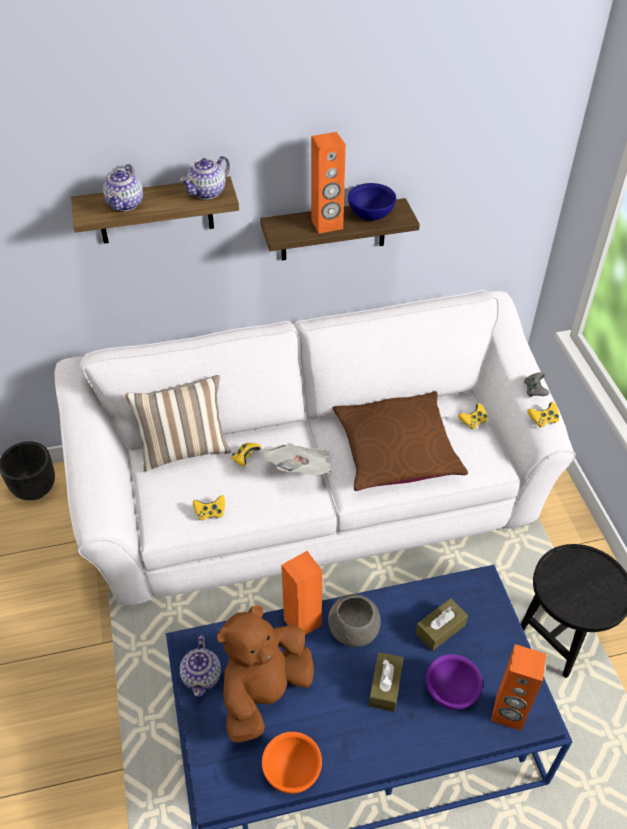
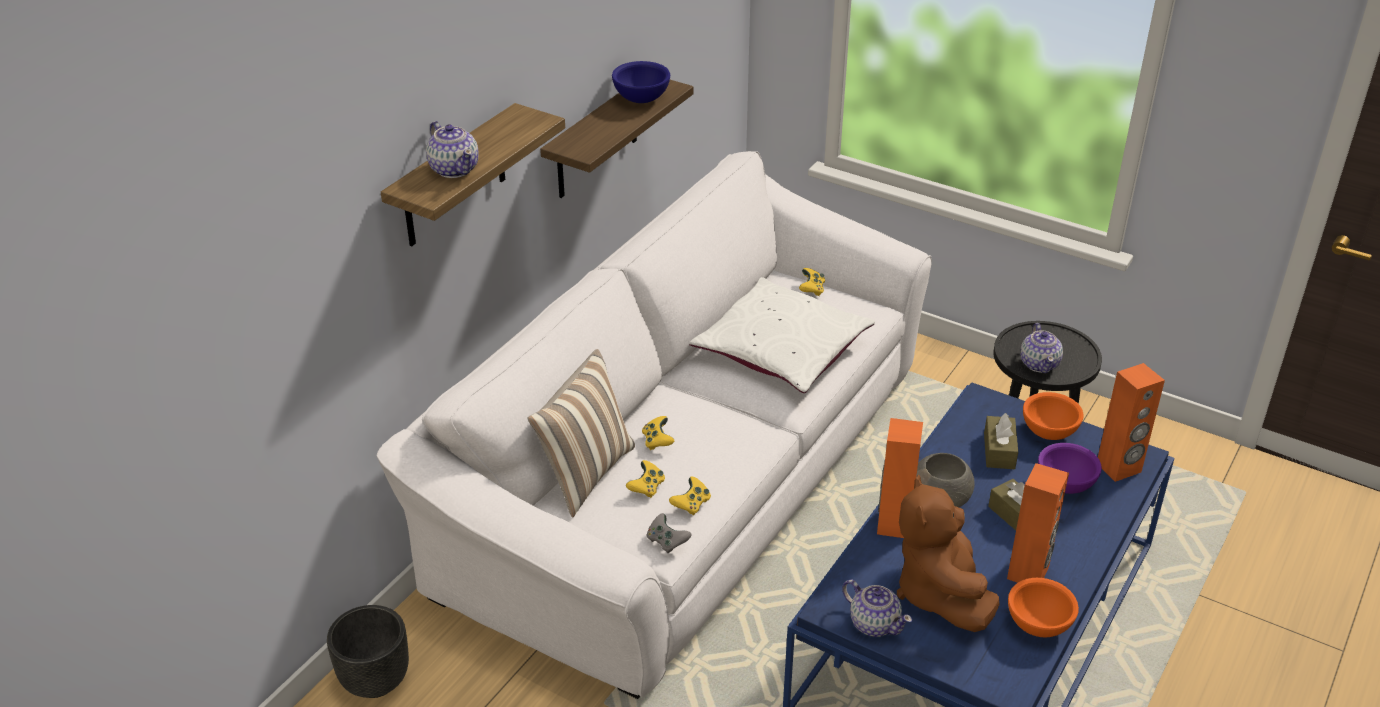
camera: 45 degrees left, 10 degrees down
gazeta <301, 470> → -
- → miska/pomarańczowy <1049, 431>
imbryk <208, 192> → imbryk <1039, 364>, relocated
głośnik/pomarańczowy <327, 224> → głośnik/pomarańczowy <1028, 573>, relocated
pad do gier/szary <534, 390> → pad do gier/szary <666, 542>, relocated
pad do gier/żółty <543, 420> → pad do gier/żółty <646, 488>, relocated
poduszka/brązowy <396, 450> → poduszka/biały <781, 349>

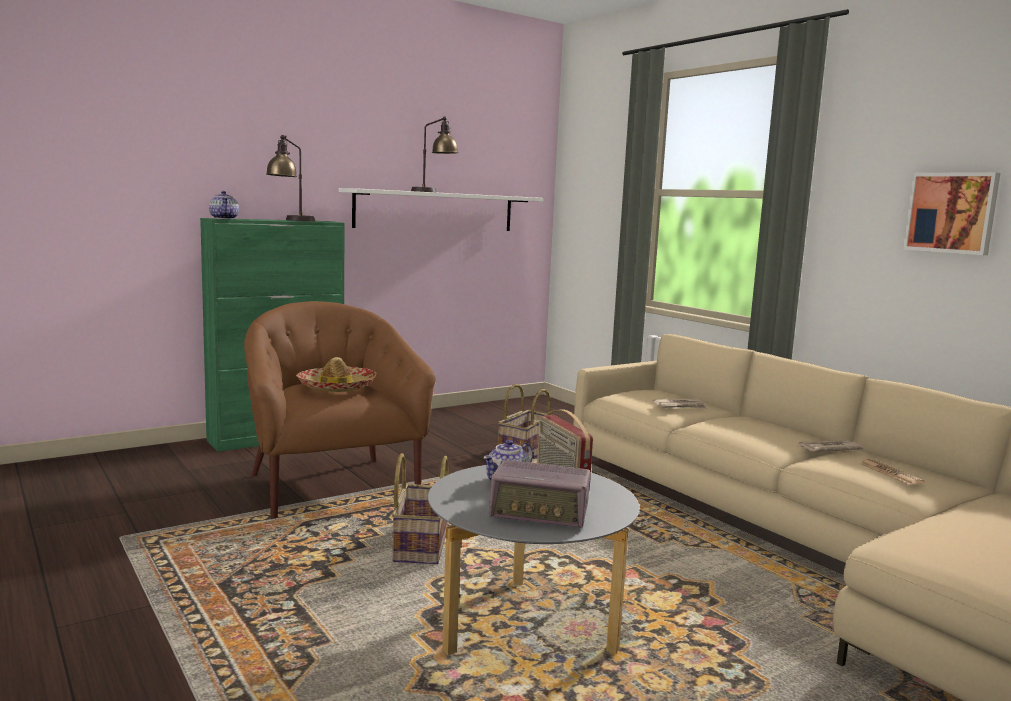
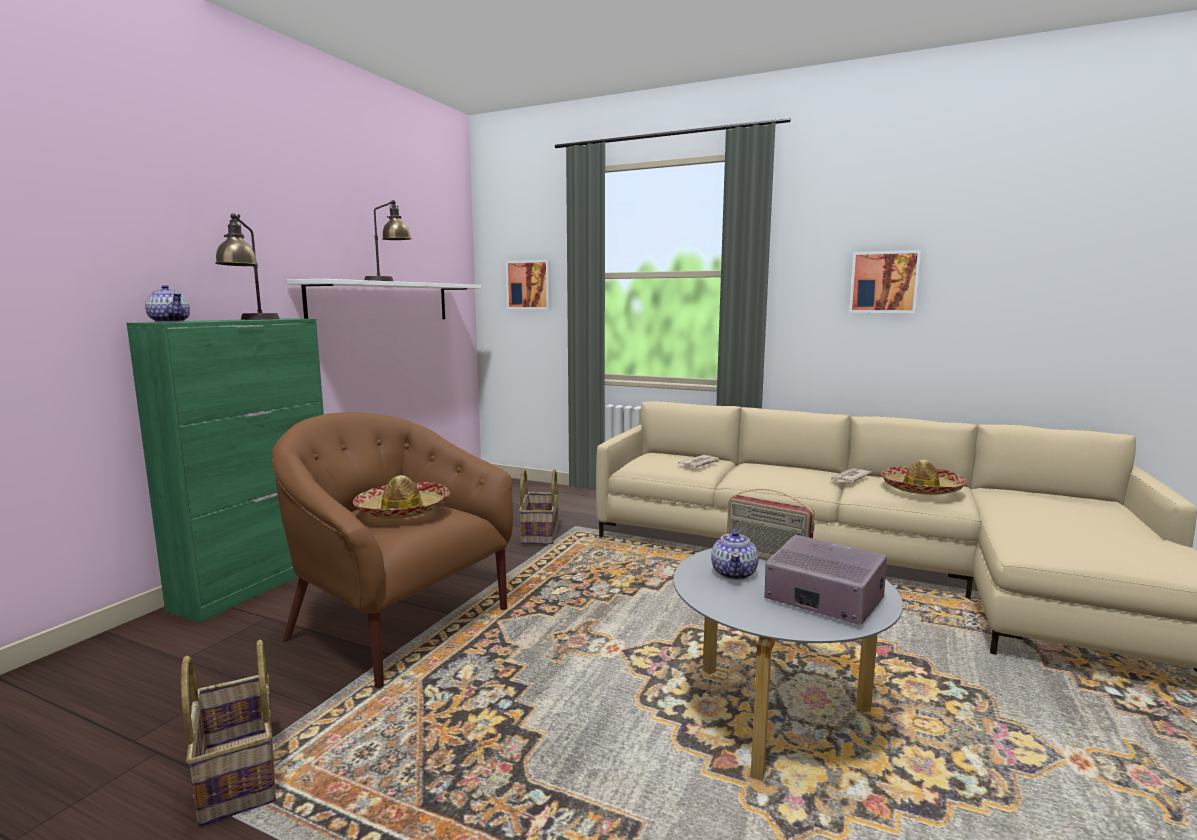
camera: 30 degrees left, 0 degrees up
- → obraz <529, 285>
koszyk <419, 546> → koszyk <236, 775>, relocated
gazeta <890, 473> → kapelusz <921, 489>
radio <540, 513> → radio <822, 599>, 120 degrees counterclockwise

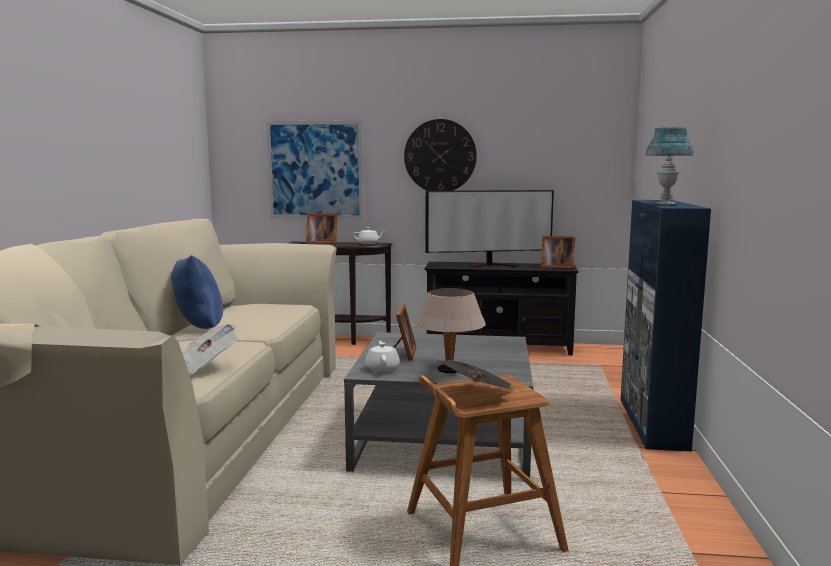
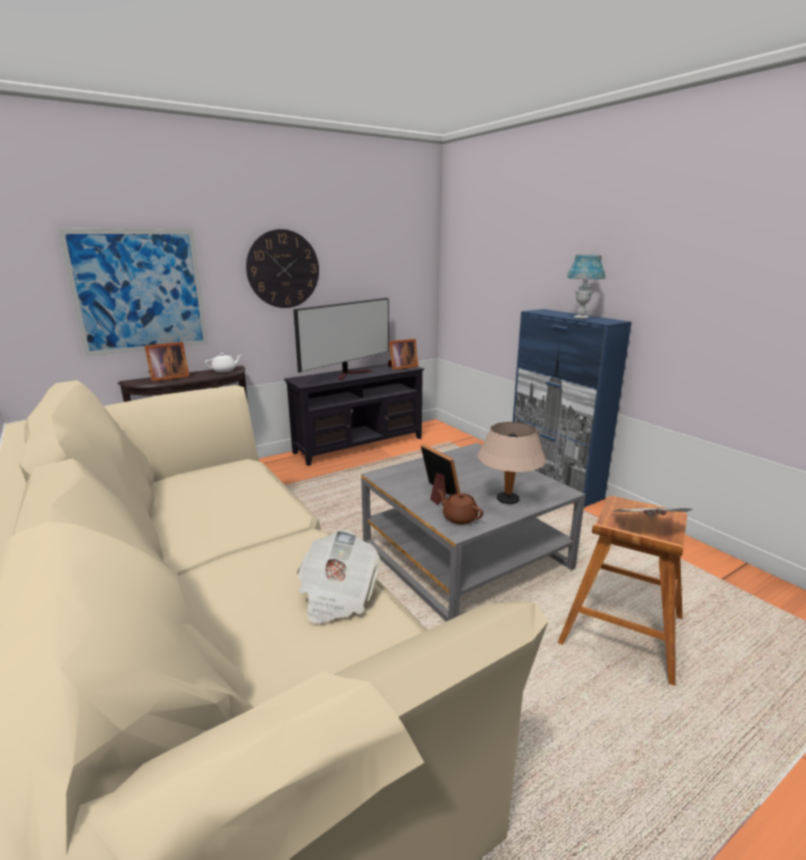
camera: 40 degrees left, 10 degrees up
poduszka/niebieski <197, 330> → -
imbryk/biały <382, 369> → imbryk/brązowy <459, 518>

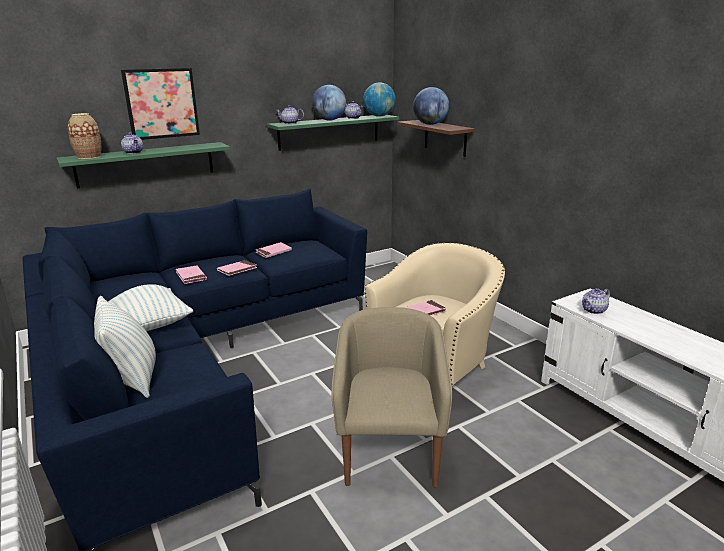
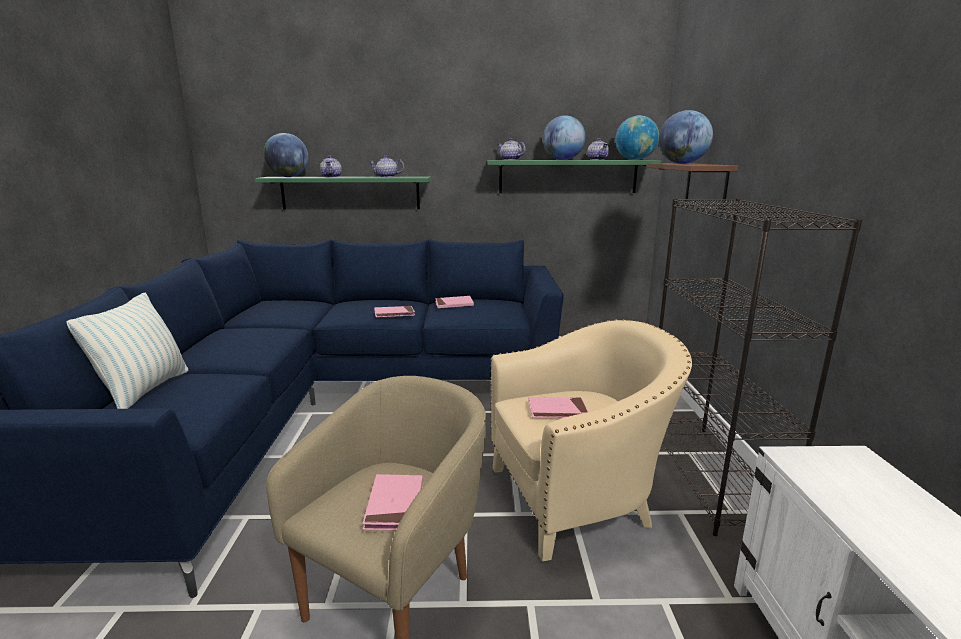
camera: 30 degrees right, 5 degrees down
poduszka <149, 327> → -
obraz <161, 103> → -
- → regał/czarny <709, 475>
książka/różowy <191, 276> → książka/różowy <394, 505>, relocated
imbryk <594, 310> → imbryk <386, 177>, relocated
wazon <89, 157> → globus <288, 177>

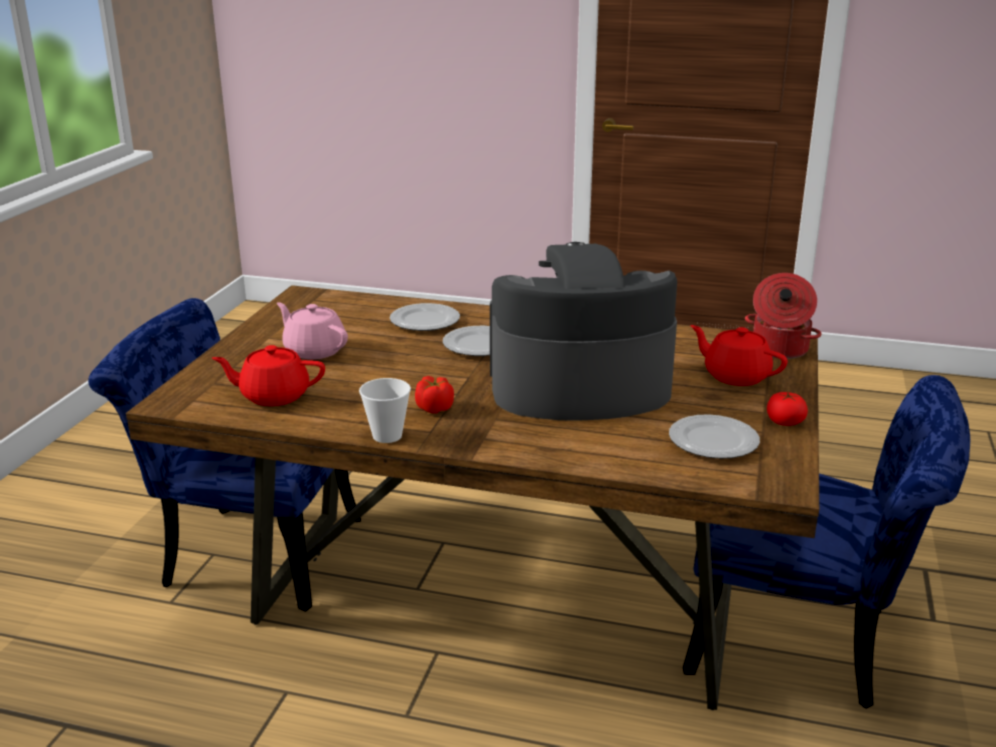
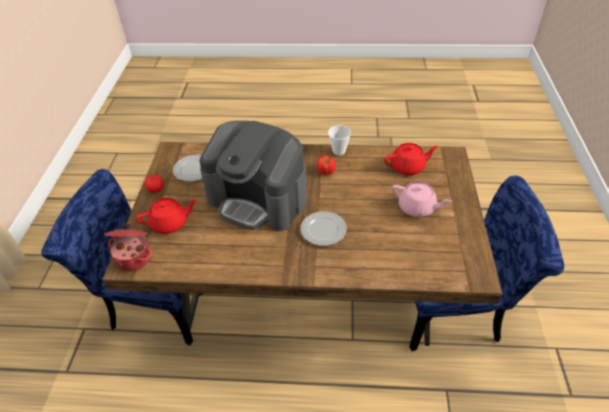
camera: 170 degrees right, 20 degrees up
talerz <425, 321> → -
ekspres do kawy <578, 386> → ekspres do kawy <258, 199>, 45 degrees clockwise
imbryk/czerwony <735, 376> → imbryk/czerwony <170, 223>, 45 degrees counterclockwise

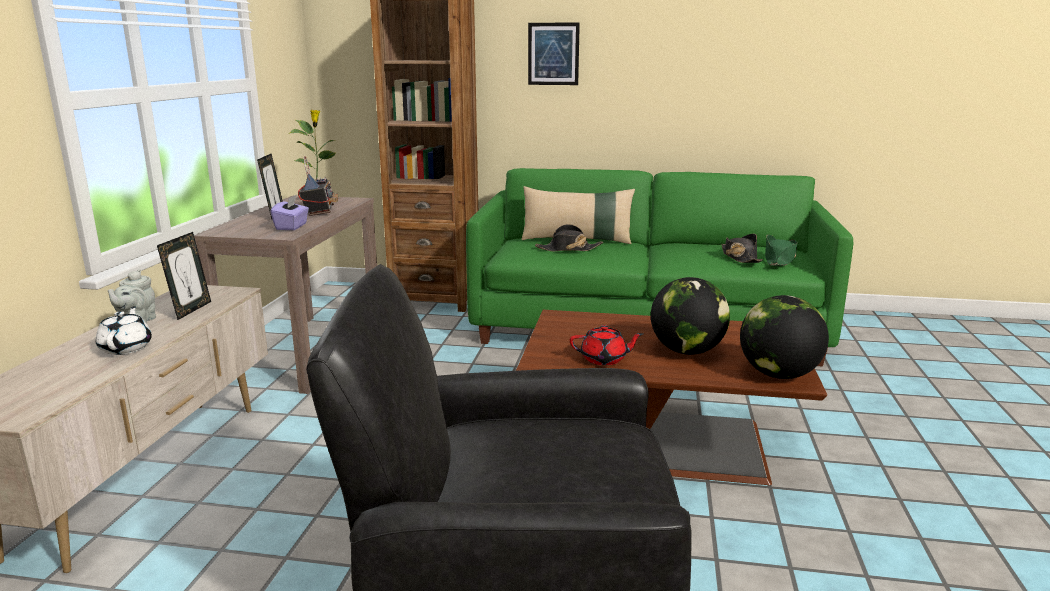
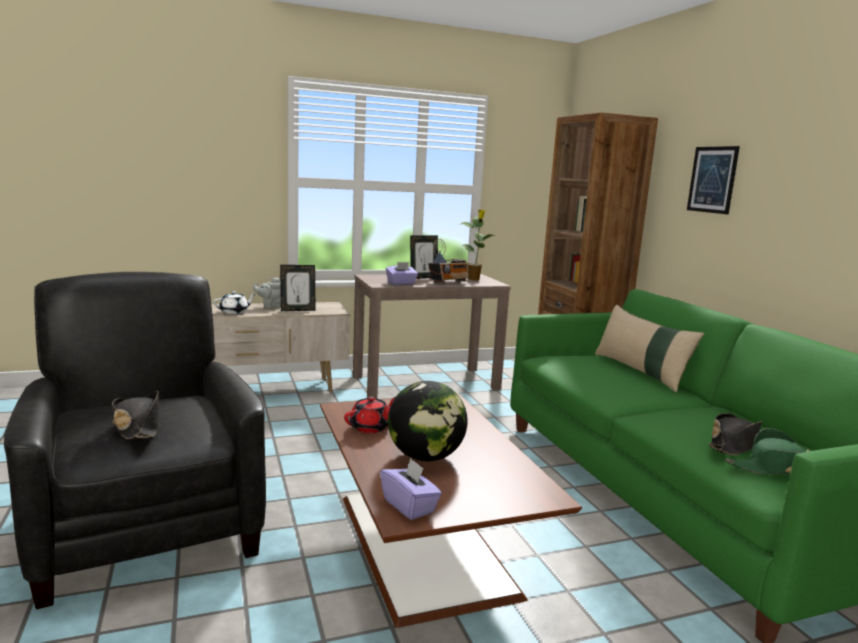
camera: 60 degrees right, 5 degrees down
kapelusz/czarny <568, 249> → kapelusz/czarny <137, 427>, relocated
globus <778, 375> → pudełko chusteczek/fioletowy <409, 506>
imbryk/czerwony <604, 359> → imbryk/czerwony <371, 427>, 105 degrees counterclockwise

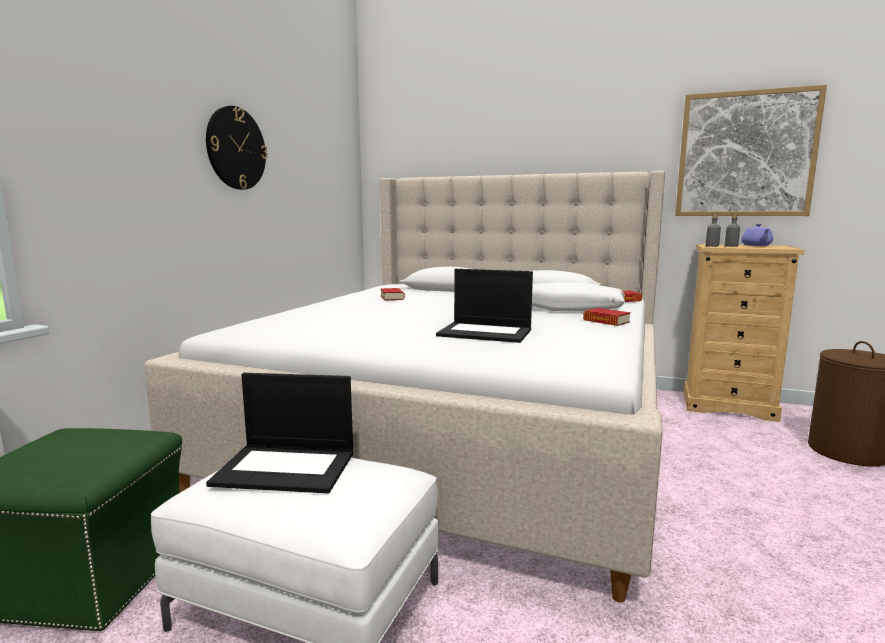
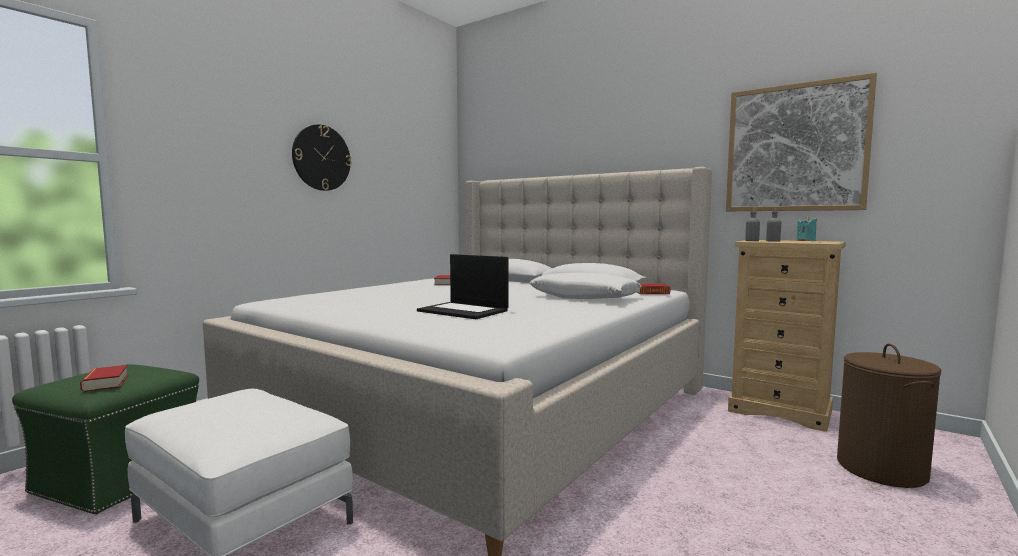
camera: 15 degrees right, 5 degrees down
laptop <287, 468> → -
książka <606, 321> → książka <105, 383>, relocated
imbryk/fioletowy <756, 245> → świeca/turkusowy <805, 241>

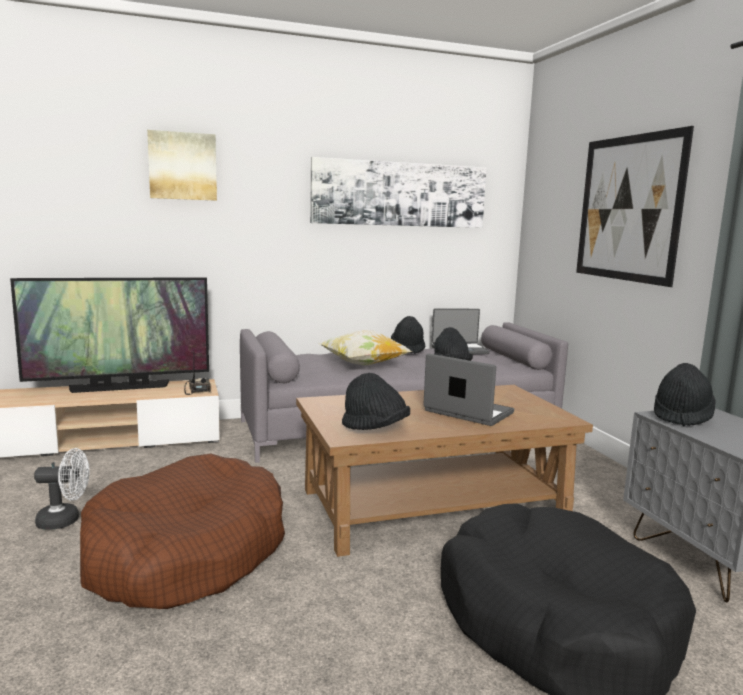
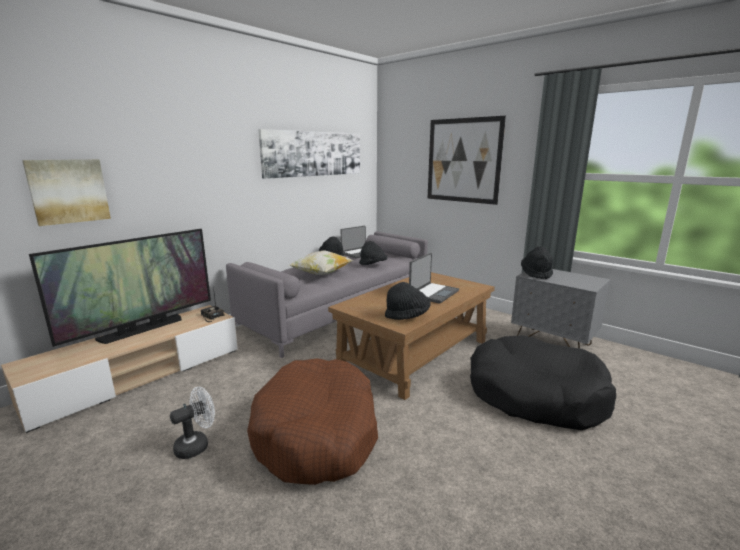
camera: 30 degrees left, 5 degrees up
obraz <182, 166> → obraz <68, 191>, relocated
laptop <467, 412> → laptop <433, 293>, 120 degrees clockwise

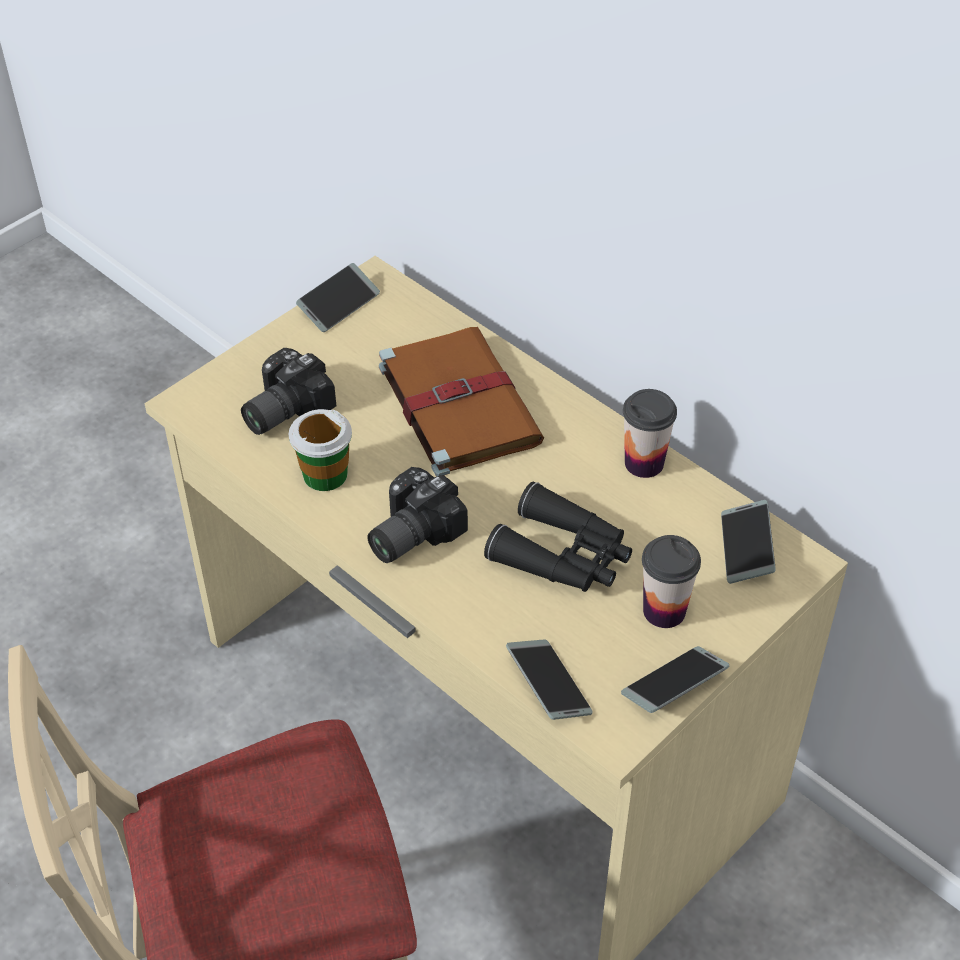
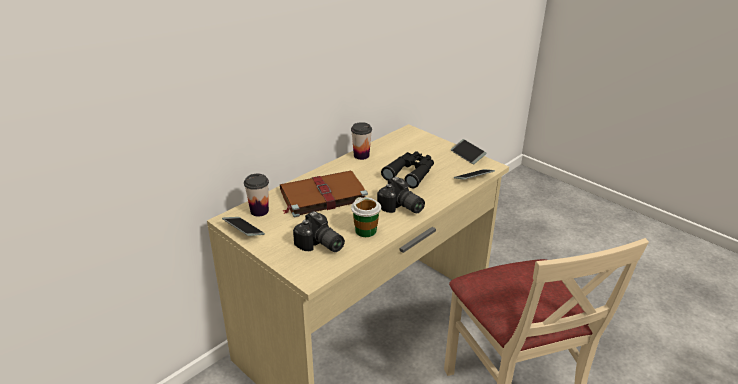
camera: 90 degrees left, 15 degrees down
telefon <746, 548> → -
filiżanka <664, 611> → filiżanka <259, 211>, relocated

